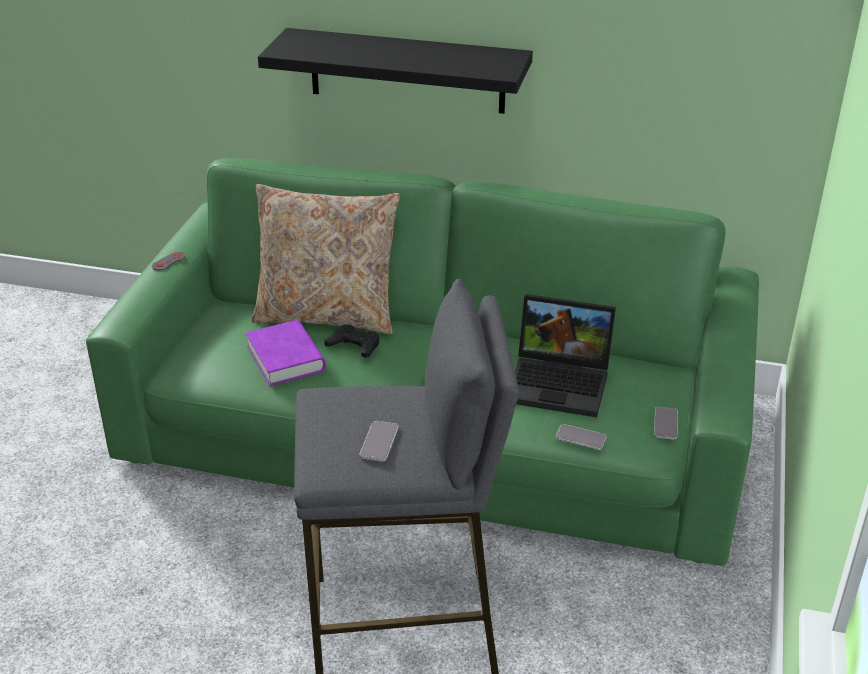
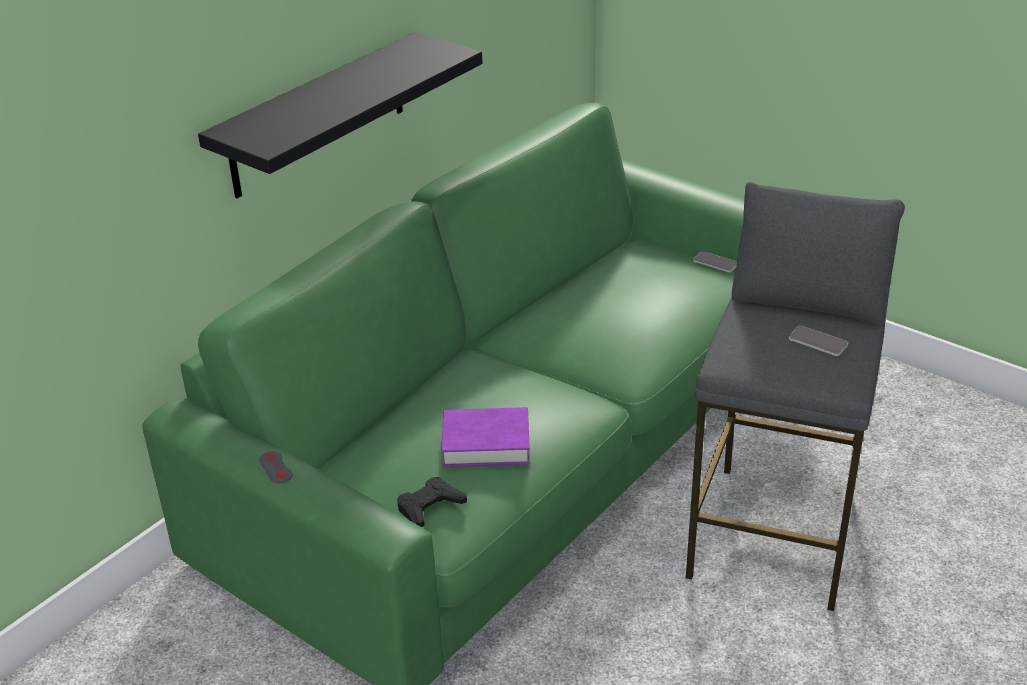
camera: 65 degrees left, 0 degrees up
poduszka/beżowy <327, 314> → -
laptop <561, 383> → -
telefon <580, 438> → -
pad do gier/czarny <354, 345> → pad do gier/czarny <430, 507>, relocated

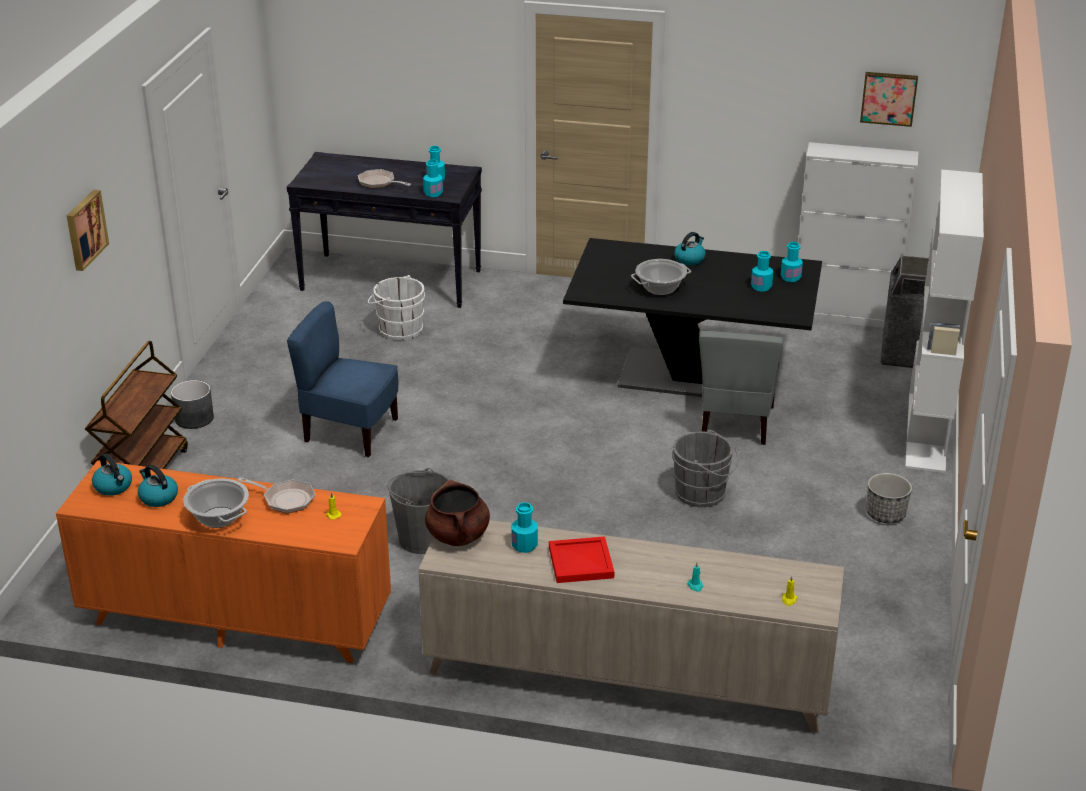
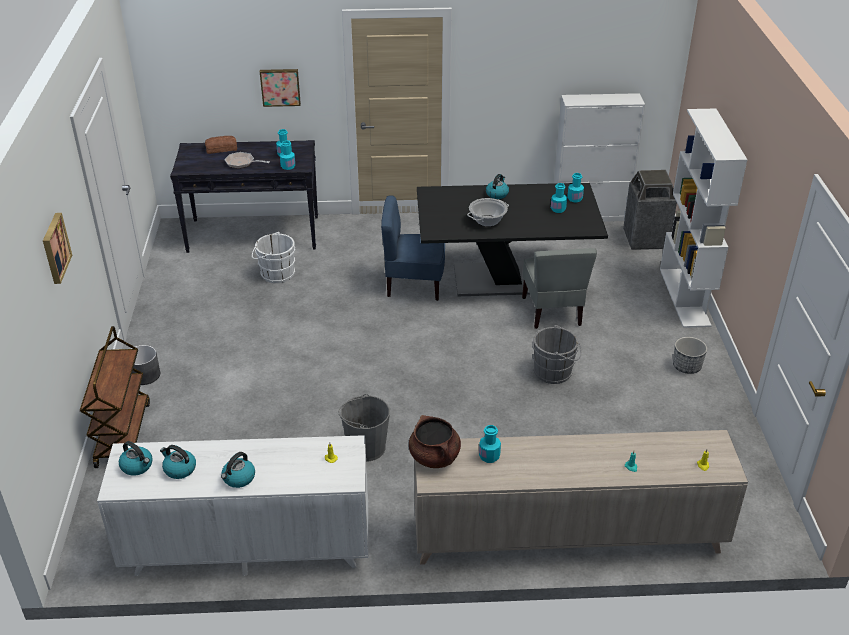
camera: 15 degrees left, 5 degrees up
patelnia <285, 499> → -
taca/czerwony <580, 563> → -
- → chleb <221, 148>
krzesło/niebieski <350, 432> → krzesło/niebieski <414, 285>, relocated
obraz <888, 98> → obraz <280, 87>, relocated
garnek <219, 517> → czajnik <238, 478>
komoda/pomarańczowy <235, 619> → komoda/biały <247, 547>

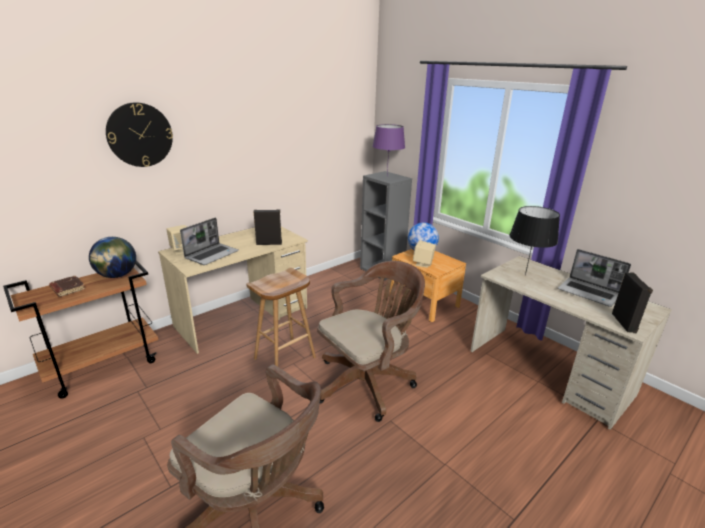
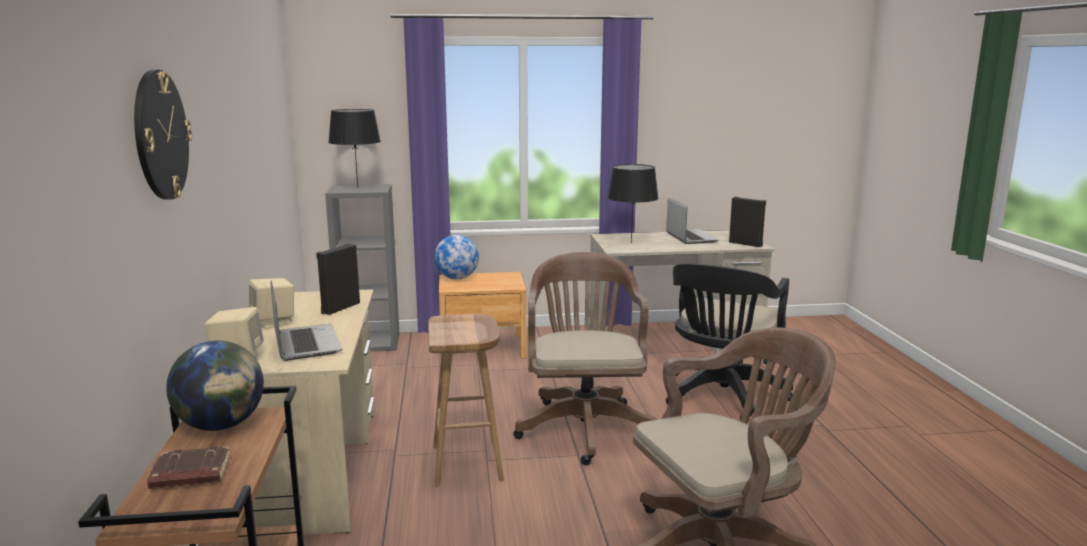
camera: 55 degrees left, 10 degrees down
- → krzesło biurowe/czarny <721, 397>
głośnik/beżowy <423, 264> → głośnik/beżowy <274, 322>, relocated
lampa stołowa/fioletowy <387, 176> → lampa stołowa/czarny <358, 188>
laptop <589, 293> → laptop <690, 237>, 90 degrees counterclockwise

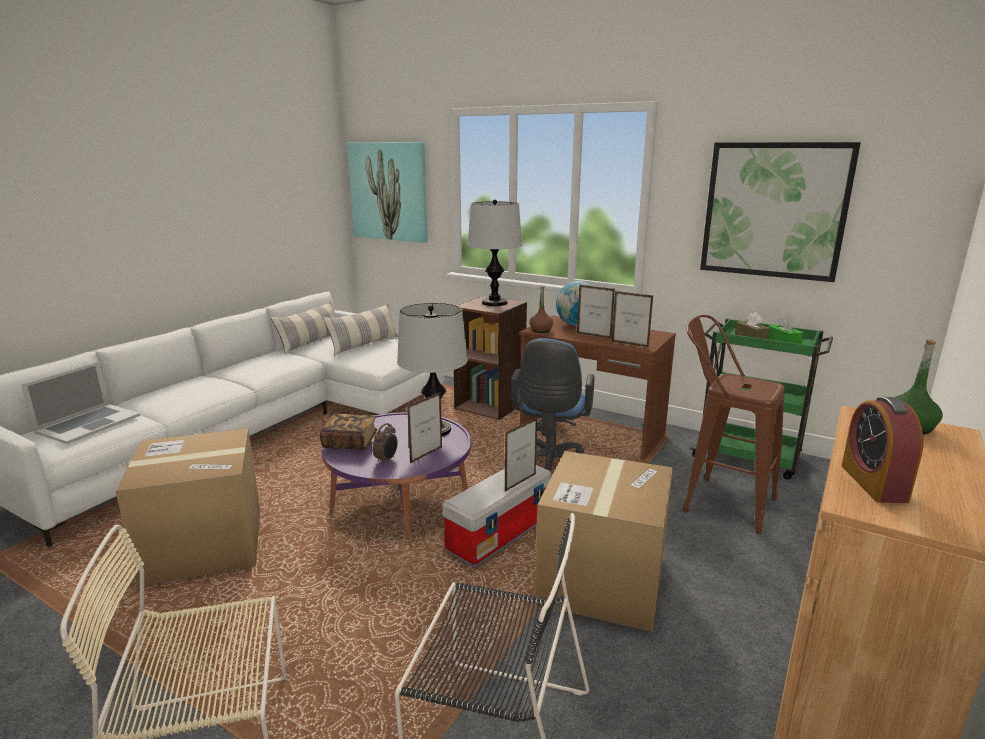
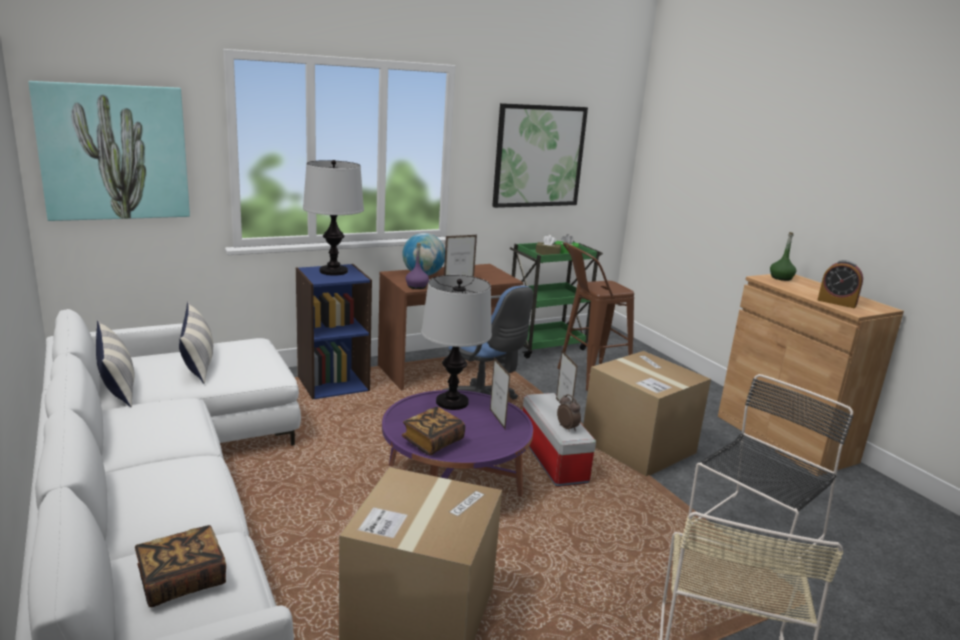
camera: 60 degrees left, 0 degrees up
ramka na zdjęcie <629, 344> → -
budzik <386, 460> → budzik <567, 428>, relocated
laptop <88, 424> → książka <182, 581>
regał/brązowy <490, 406> → regał/niebieski <333, 384>
butelka/brązowy <541, 330> → butelka/fioletowy <417, 286>

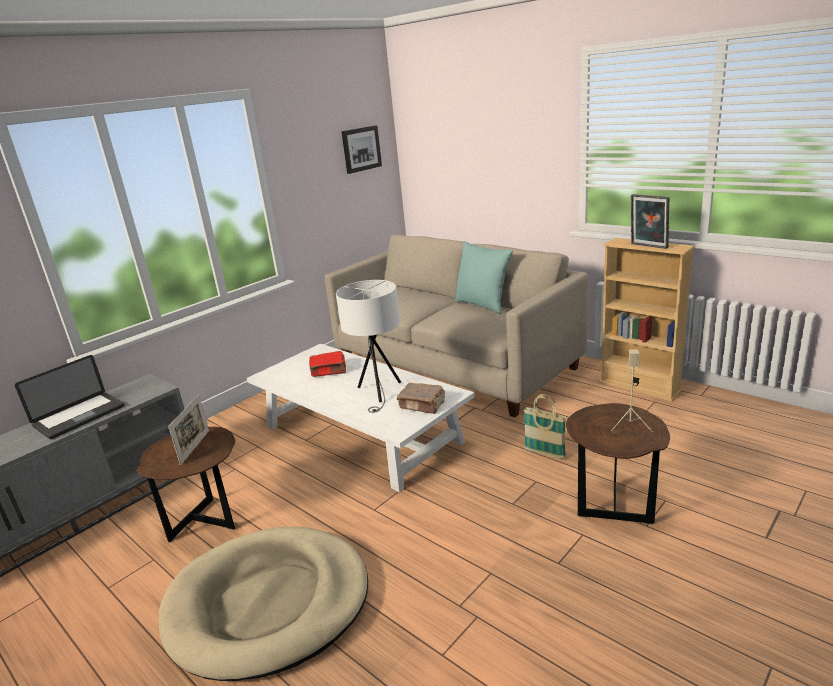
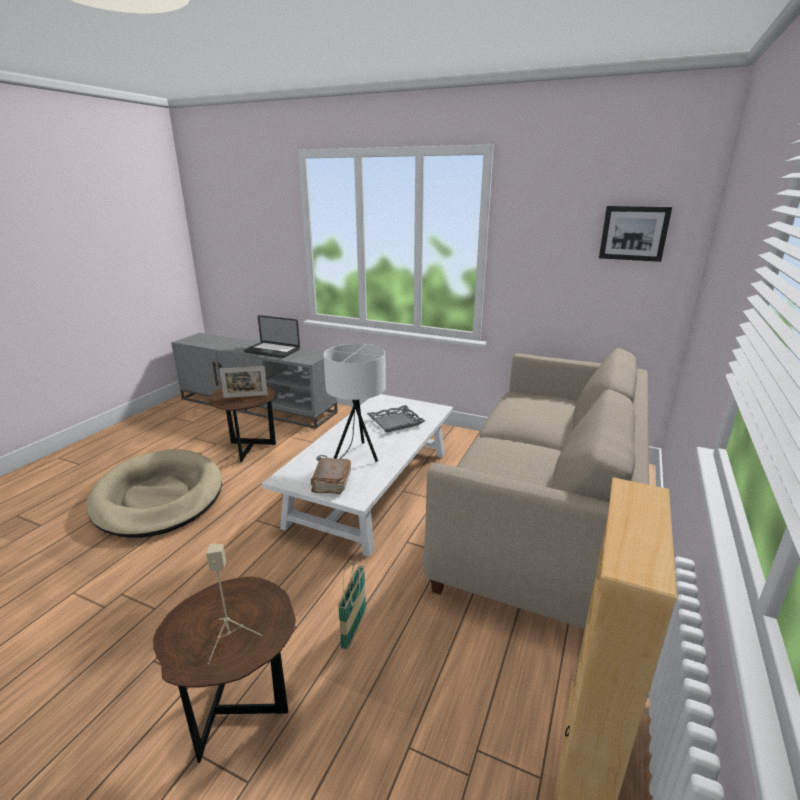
camera: 70 degrees right, 0 degrees up
poduszka/turkusowy <483, 305> → -
ramka na zdjęcie <648, 246> → -
książka/czerwony <329, 371> → taca/szary <395, 422>

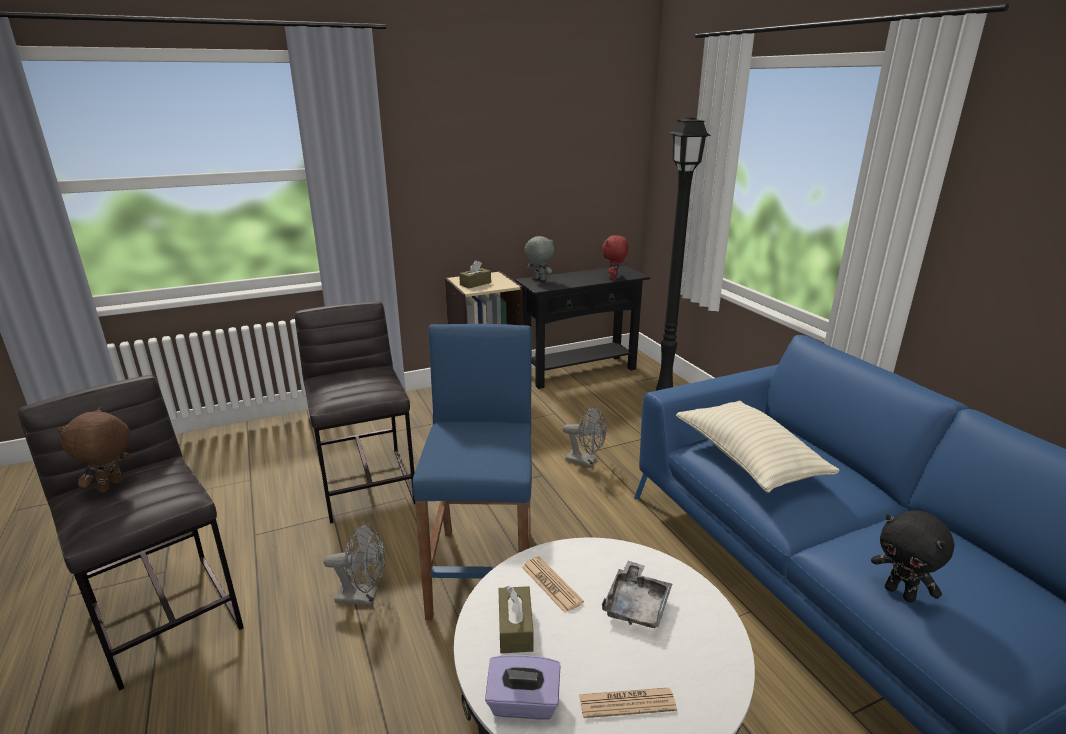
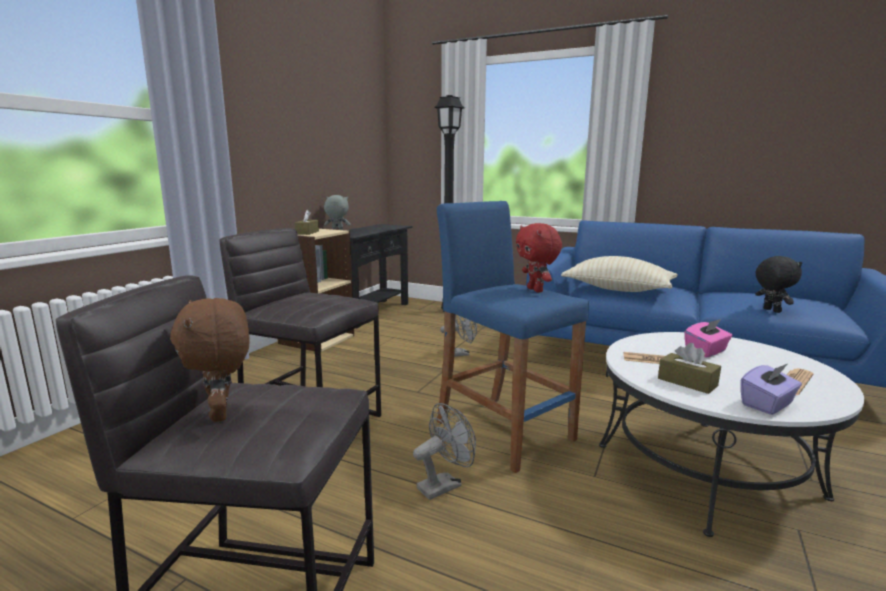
camera: 40 degrees left, 10 degrees down
pluszak/czerwony <614, 278> → pluszak/czerwony <536, 290>, relocated
taca/szary <636, 604> → pudełko chusteczek/różowy <706, 351>
pluszak/czarny <900, 593> → pluszak/czarny <771, 310>, 120 degrees counterclockwise

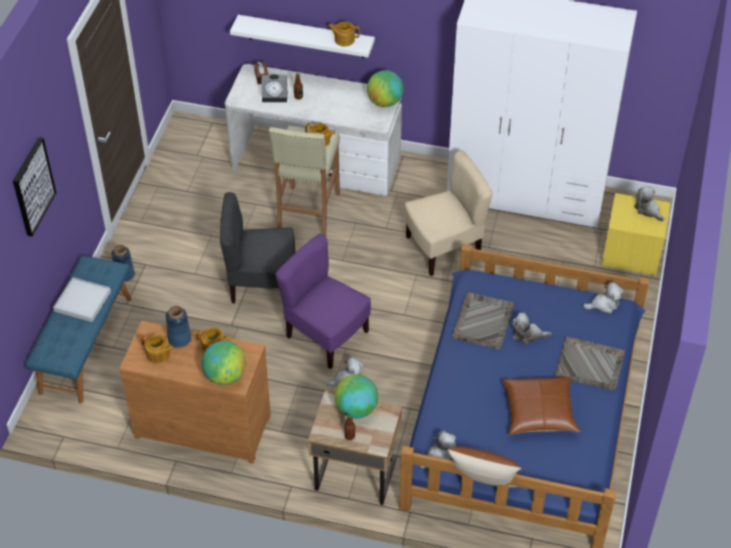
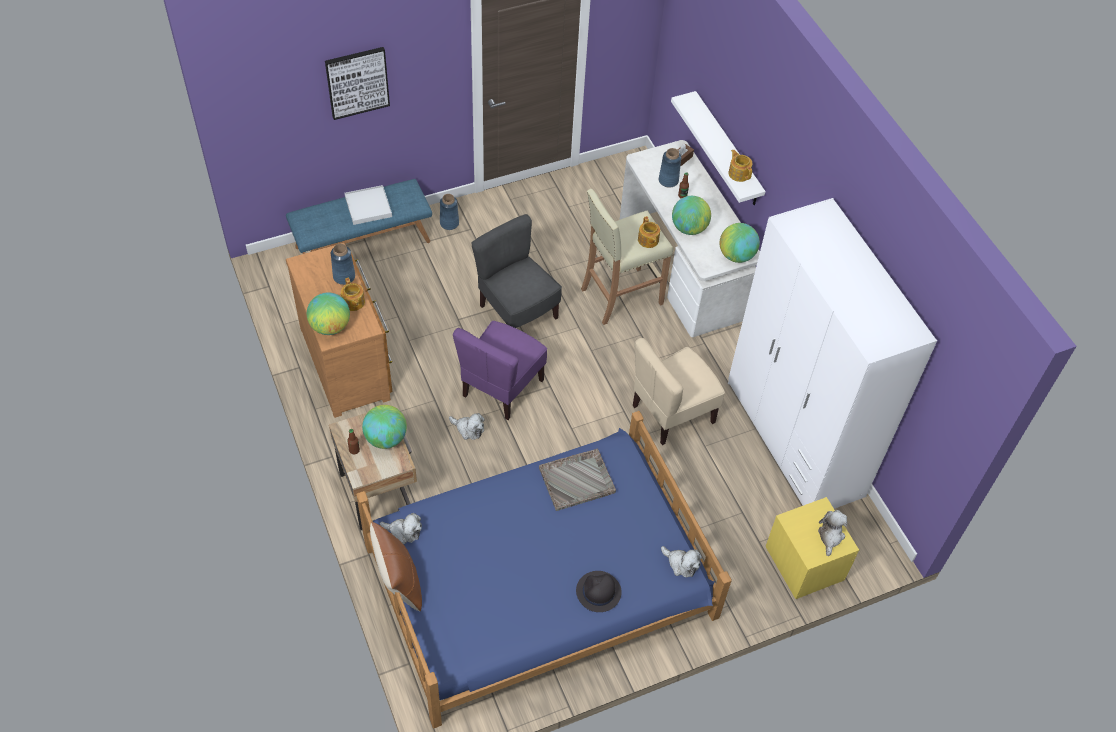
camera: 50 degrees right, 5 degrees up
imbryk <158, 355> → -
poduszka/brązowy <539, 412> → -
pluszak <527, 334> → -
- → globus <689, 228>
budzik <275, 95> → wazon/niebieski <668, 180>
taca/szary <590, 365> → kapelusz/czarny <598, 592>
krzesło/fioletowy <326, 335> → krzesło/fioletowy <501, 388>, 150 degrees counterclockwise
krzesło/beżowy <444, 248> → krzesło/beżowy <672, 413>, 120 degrees clockwise

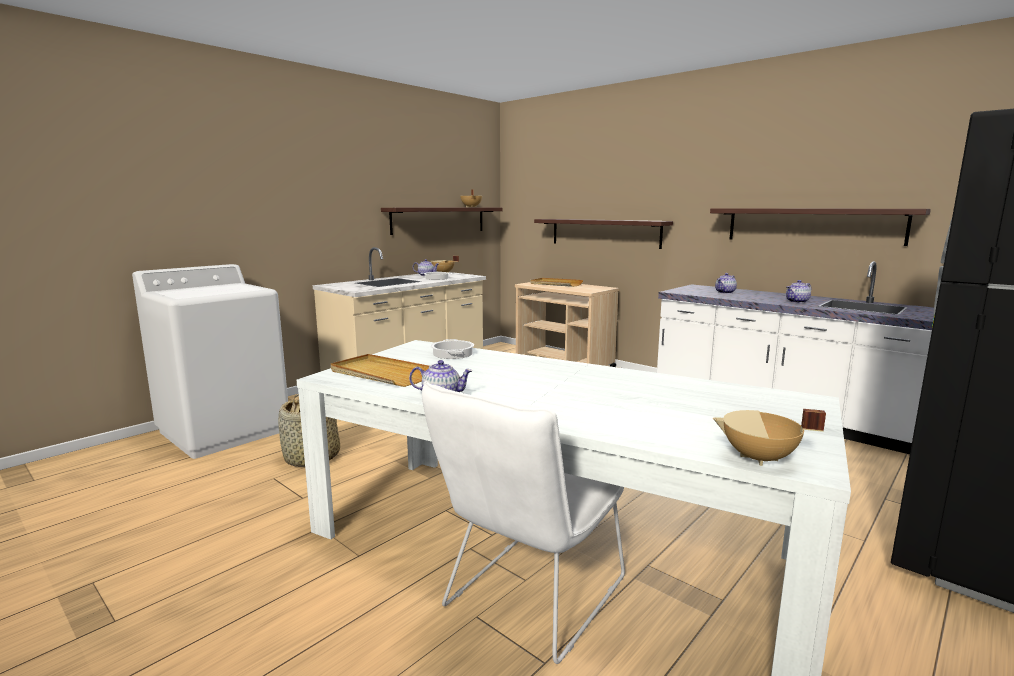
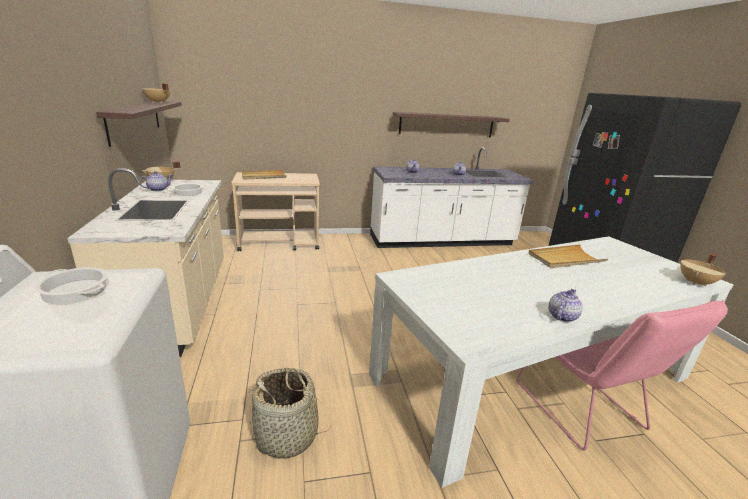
camera: 55 degrees left, 10 degrees up
półka <604, 233> → -
taca/beżowy <381, 374> → taca/beżowy <565, 259>, relocated
garnek <452, 354> → garnek <74, 291>, relocated
krzesło/biały <528, 599> → krzesło/różowy <584, 411>

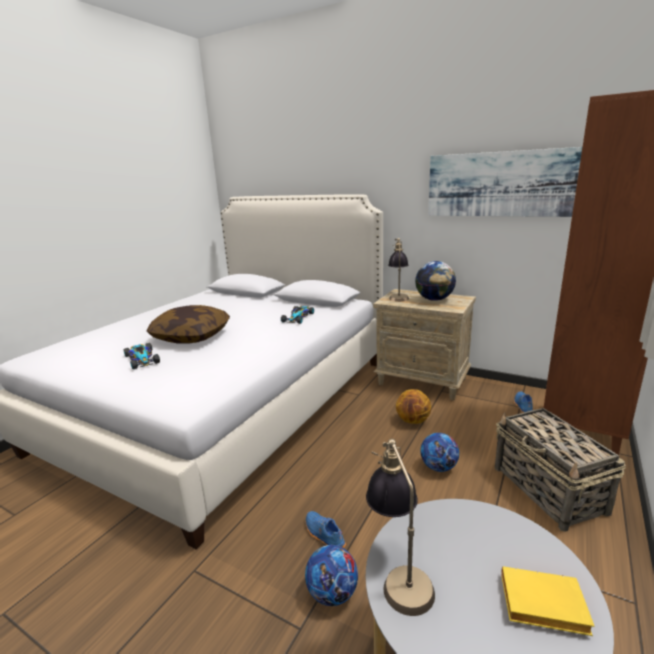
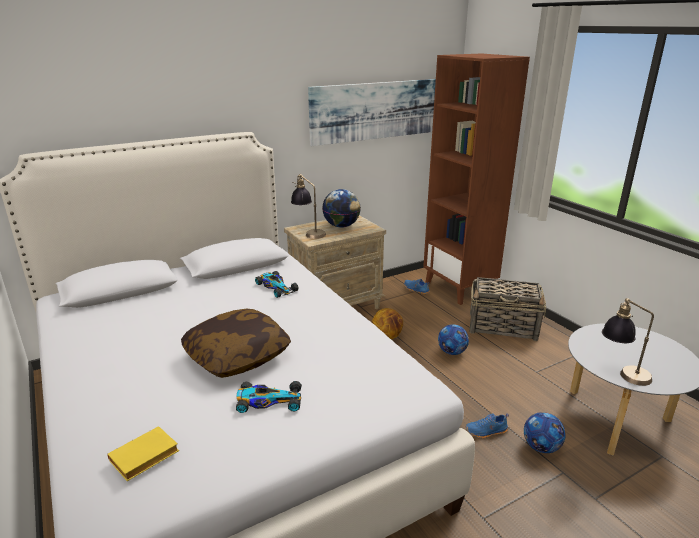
camera: 60 degrees left, 5 degrees up
książka/żółty <540, 606> → książka/żółty <143, 459>, relocated

